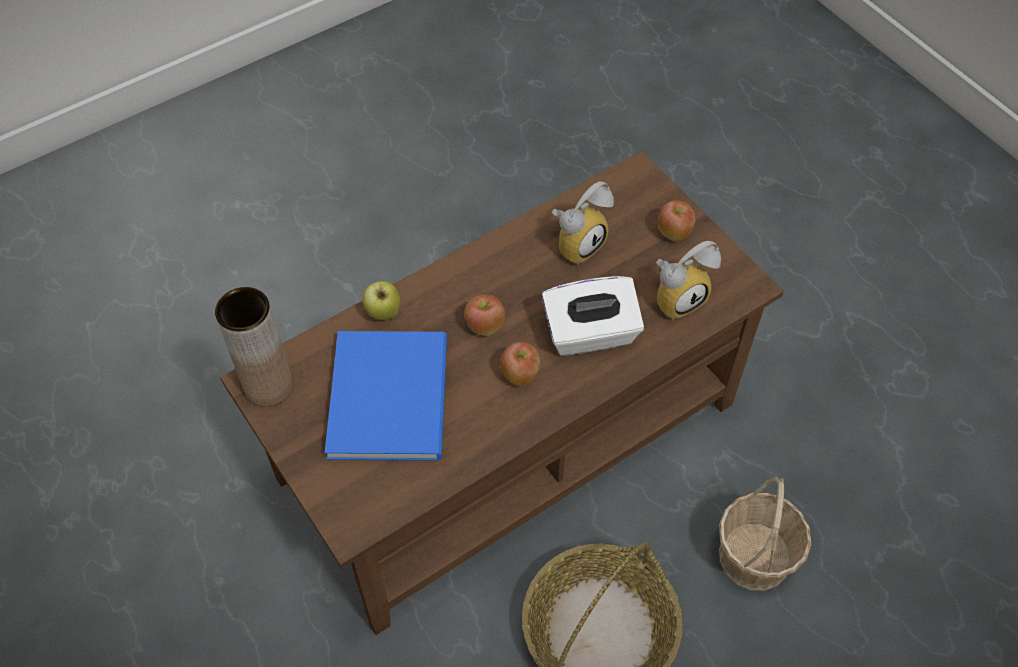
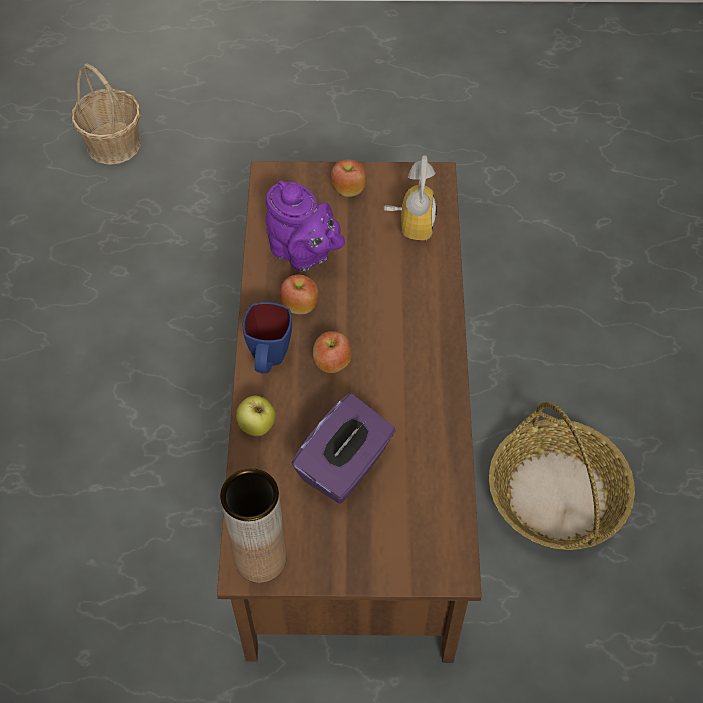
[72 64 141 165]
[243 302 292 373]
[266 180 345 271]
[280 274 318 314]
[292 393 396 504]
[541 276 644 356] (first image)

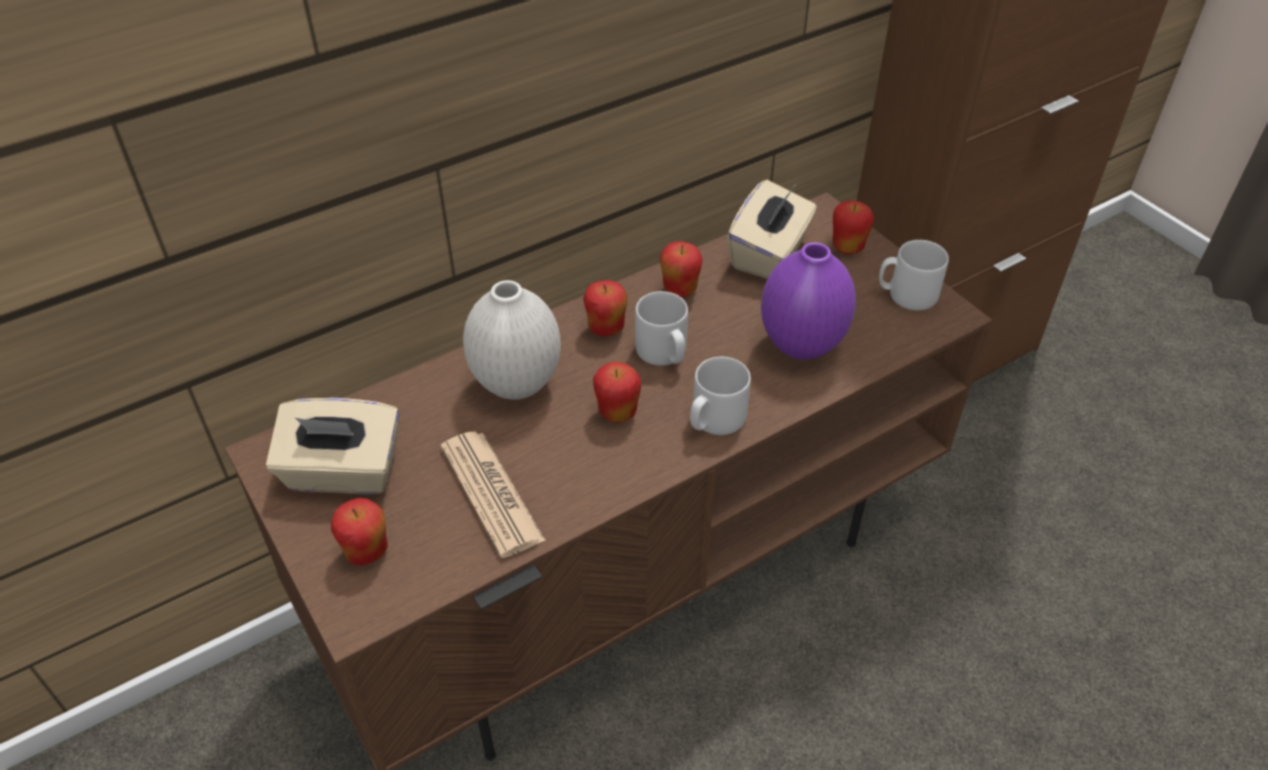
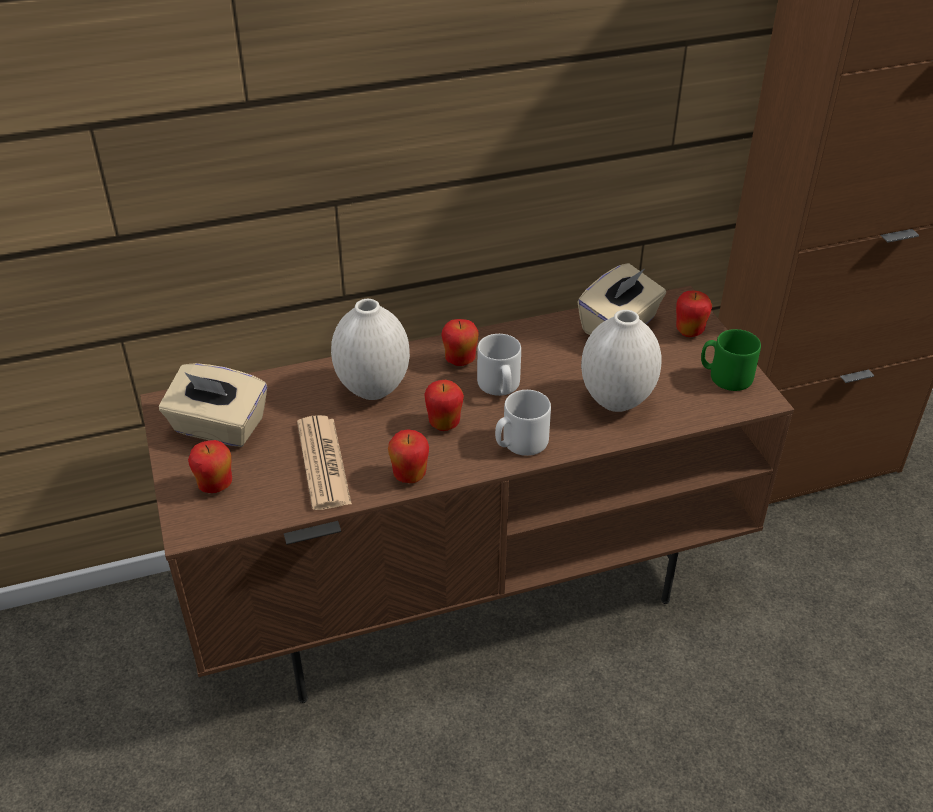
[388 429 429 483]
[581 310 661 412]
[701 329 761 391]

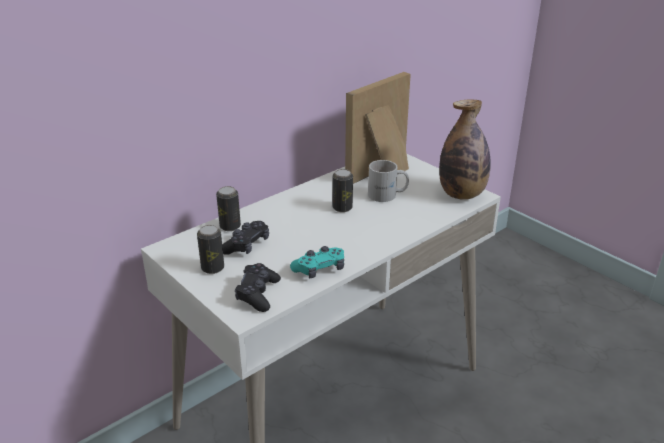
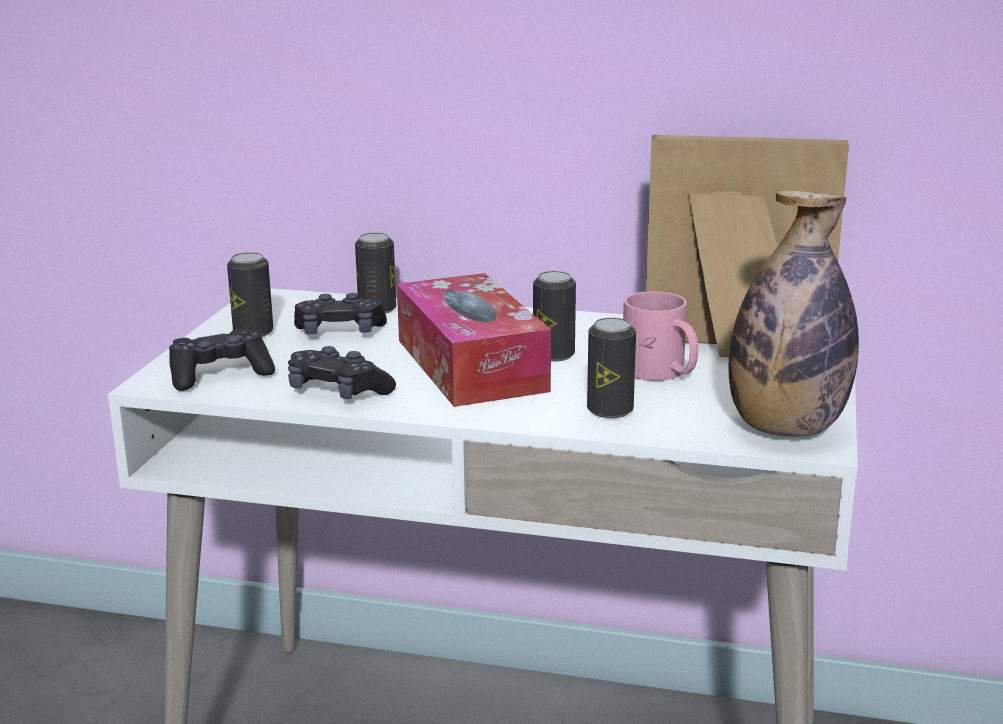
[288 346 396 399]
[397 273 551 407]
[587 317 636 418]
[623 291 699 381]

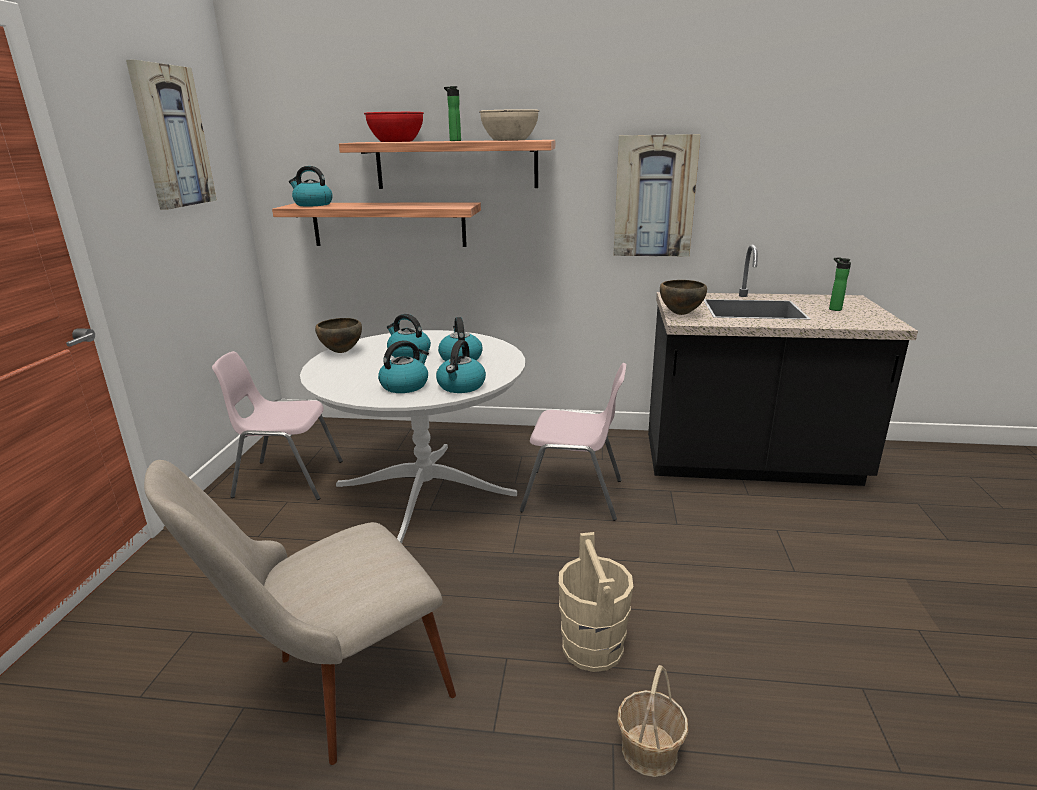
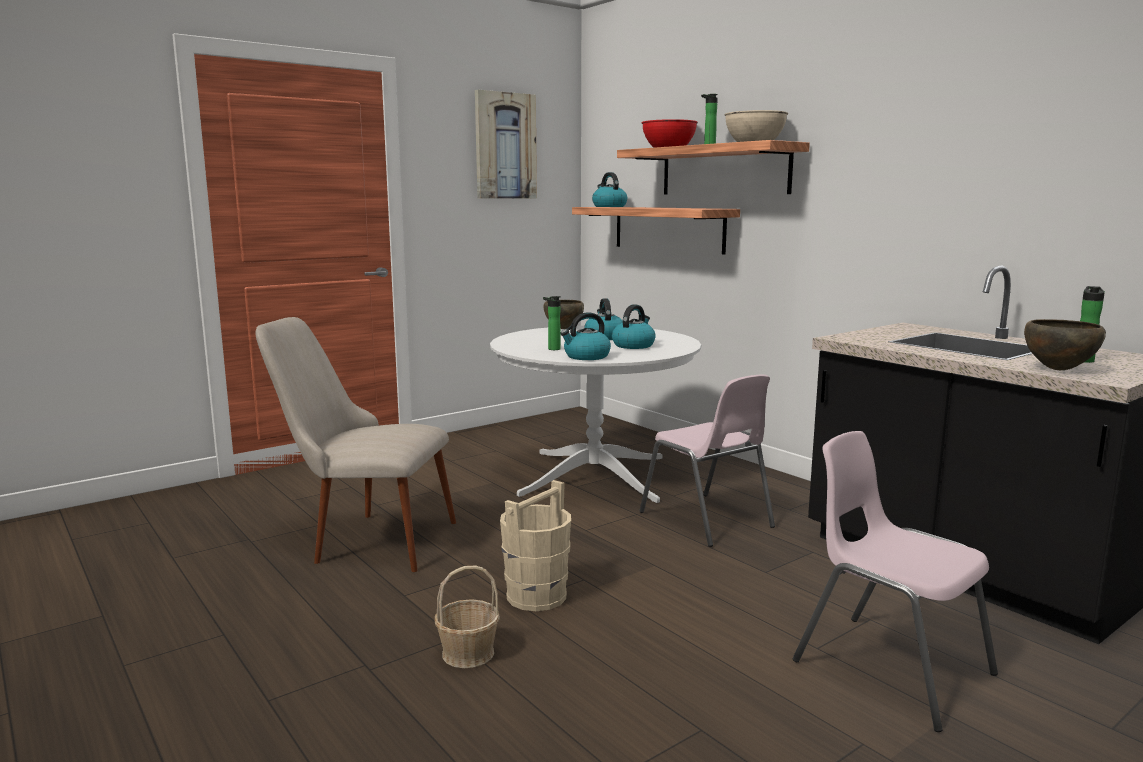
[543 296 561 350]
[793 431 998 732]
[1024 319 1106 370]
[614 134 701 256] (first image)

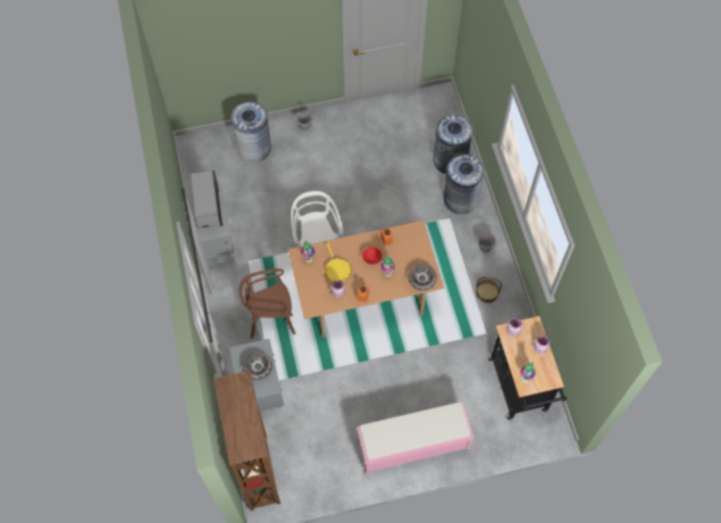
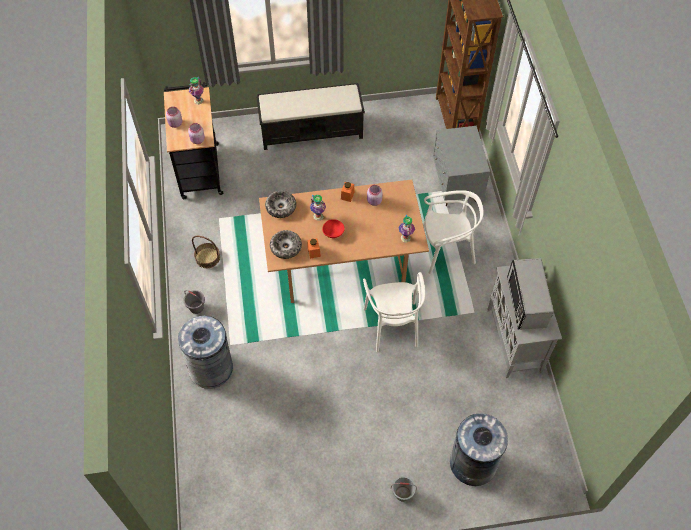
[256 83 365 150]
[270 230 302 259]
[423 190 484 274]
[325 243 352 282] (first image)
[433 114 473 174] (first image)

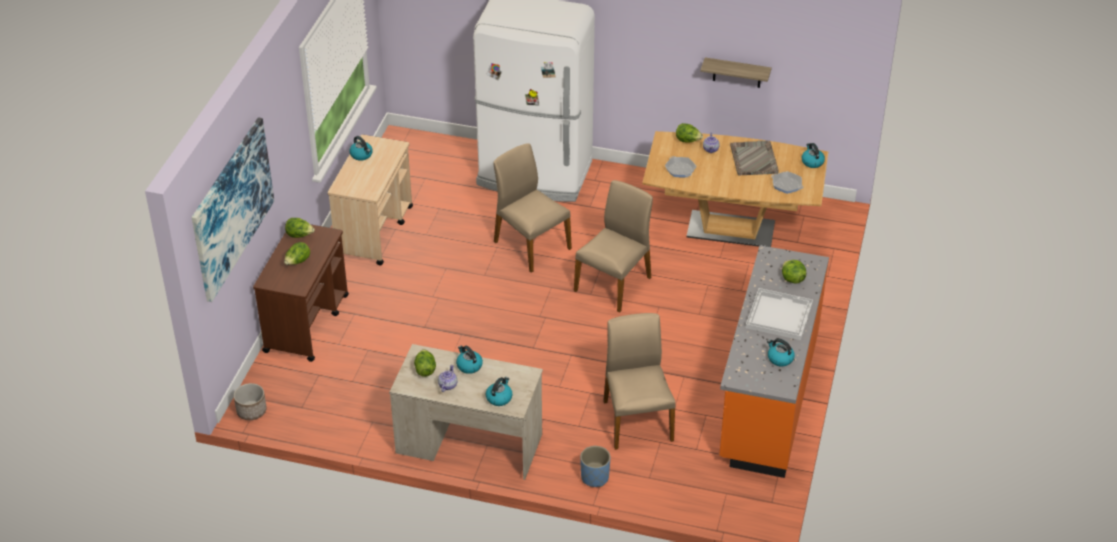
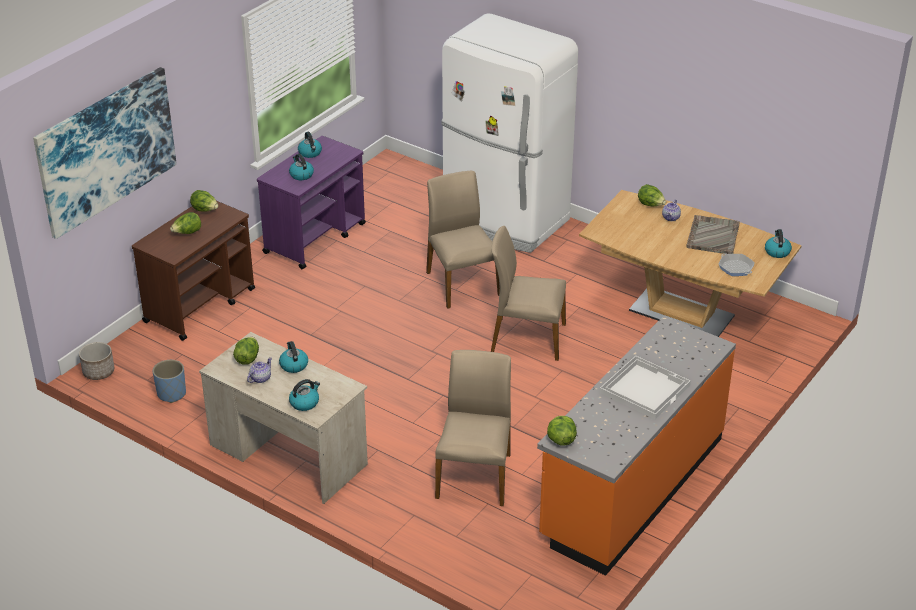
[153 360 186 403]
[257 136 366 269]
[289 154 314 180]
[491 226 566 361]
[547 416 577 446]
[665 156 697 177] (first image)
[700 57 772 88] (first image)

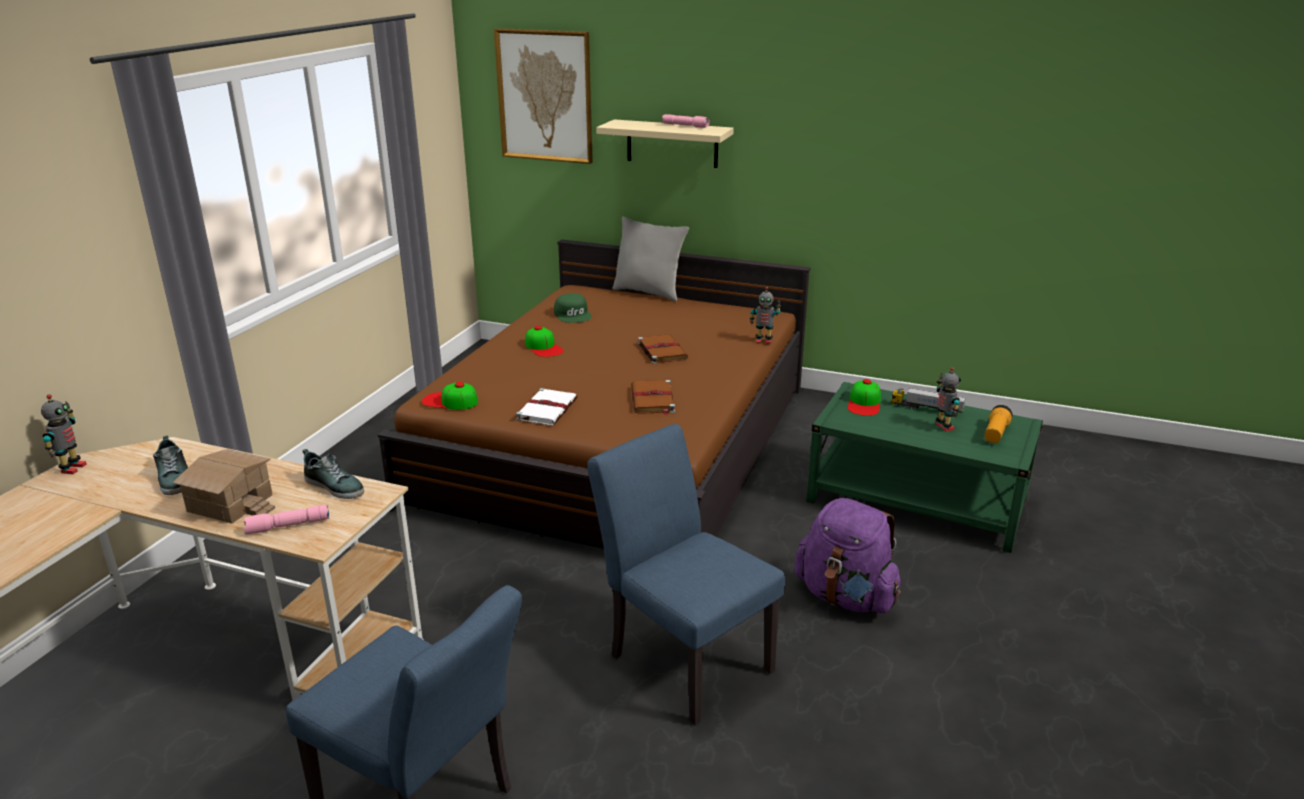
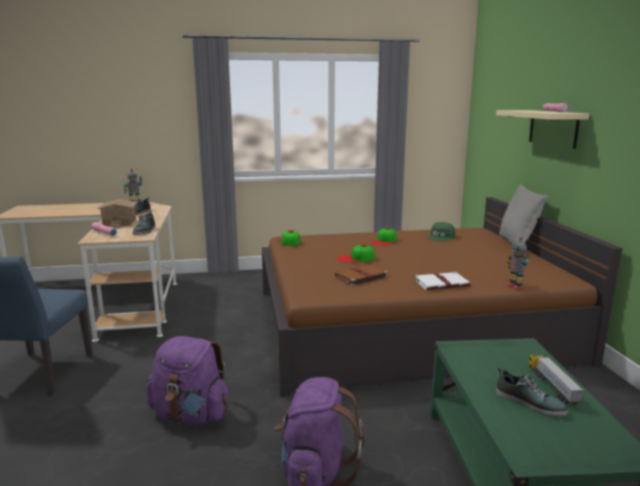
[146 336 229 425]
[337 244 375 263]
[414 272 470 290]
[496 367 569 417]
[494 28 593 164] (first image)
[638 334 688 364] (first image)
[984 405 1013 443] (first image)

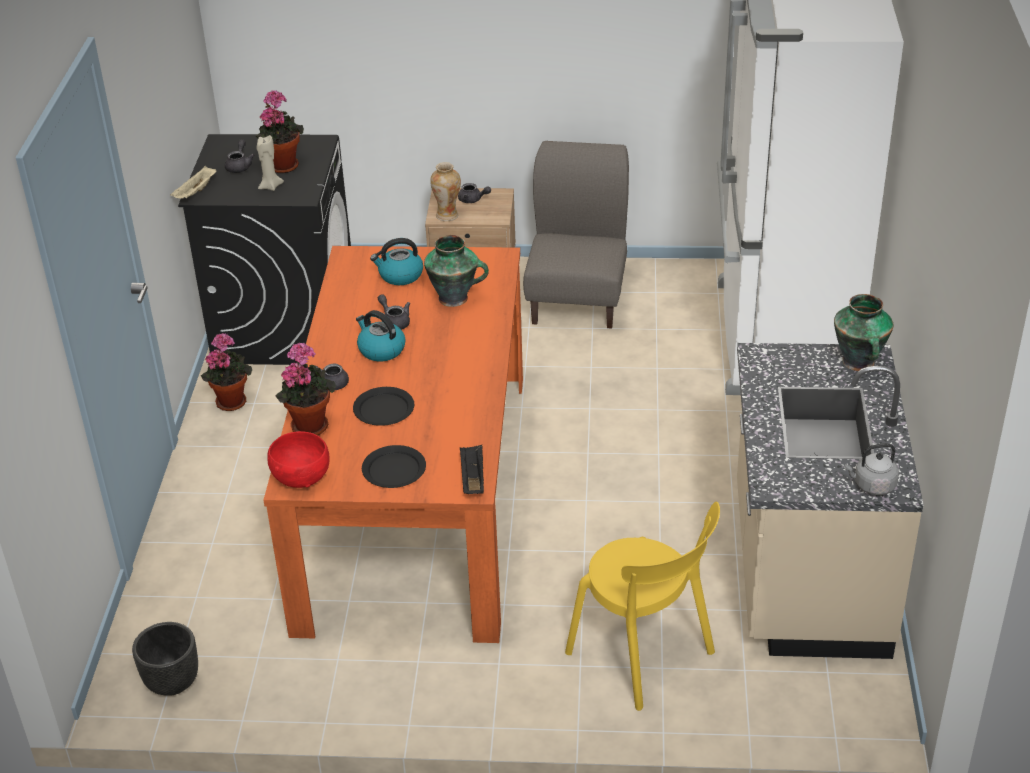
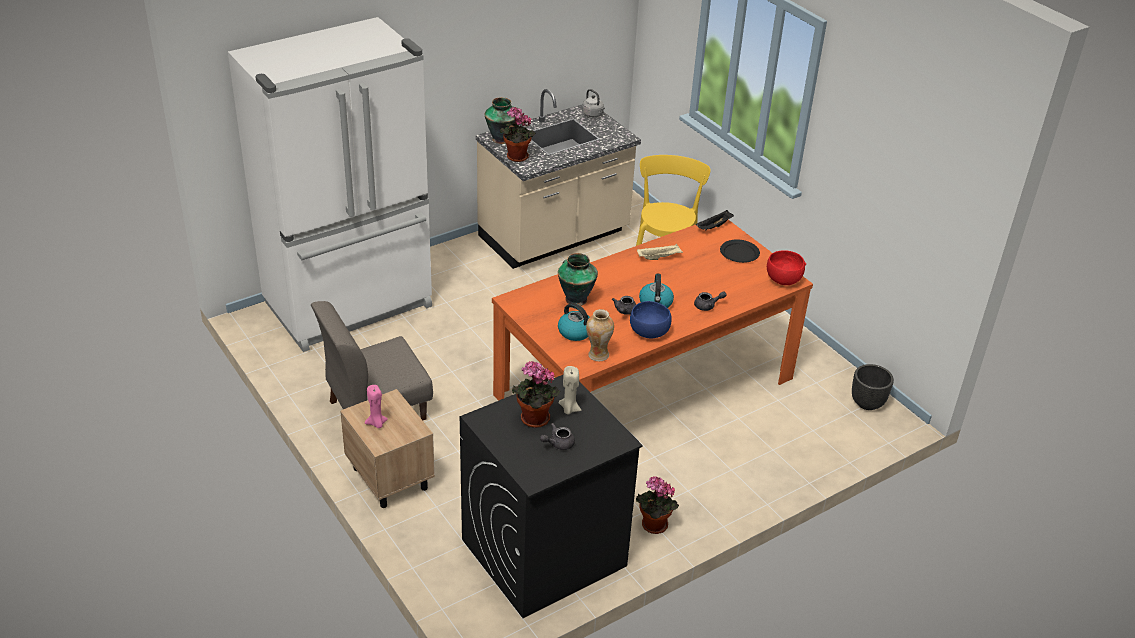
[365 385 388 428]
[500 107 536 162]
[586 309 614 361]
[630 301 672 338]
[637 244 683 260]
[353 387 414 426] (first image)

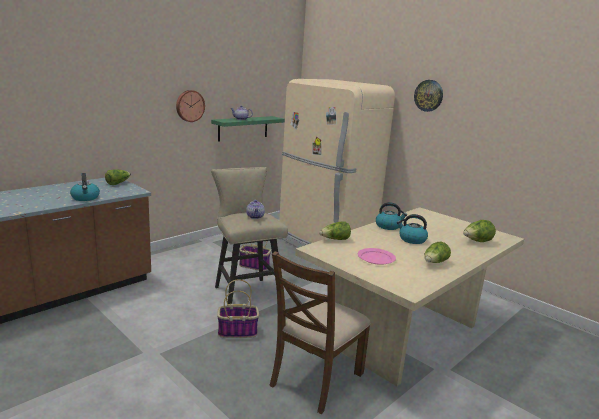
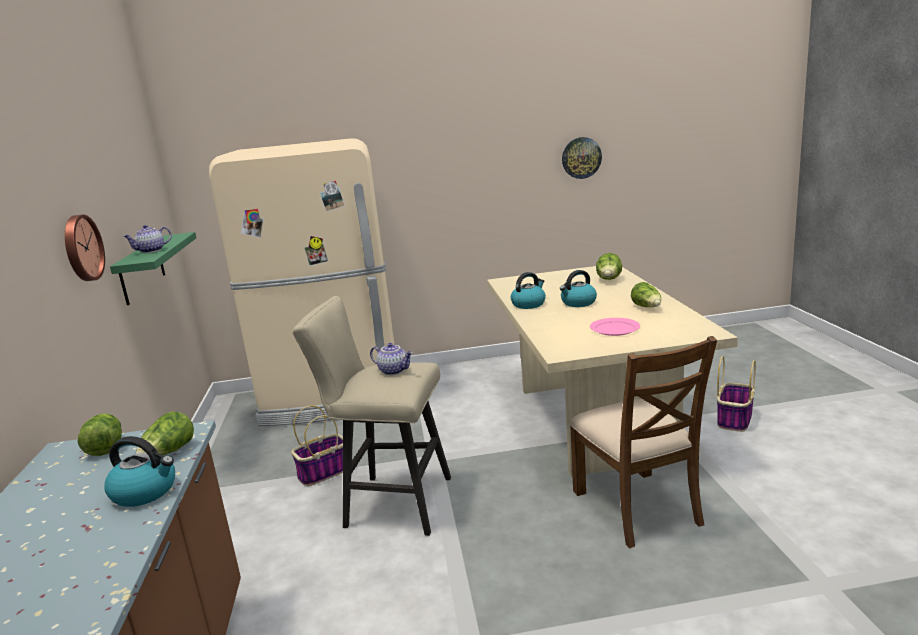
[136 412 194 455]
[562 137 602 179]
[717 356 756 432]

